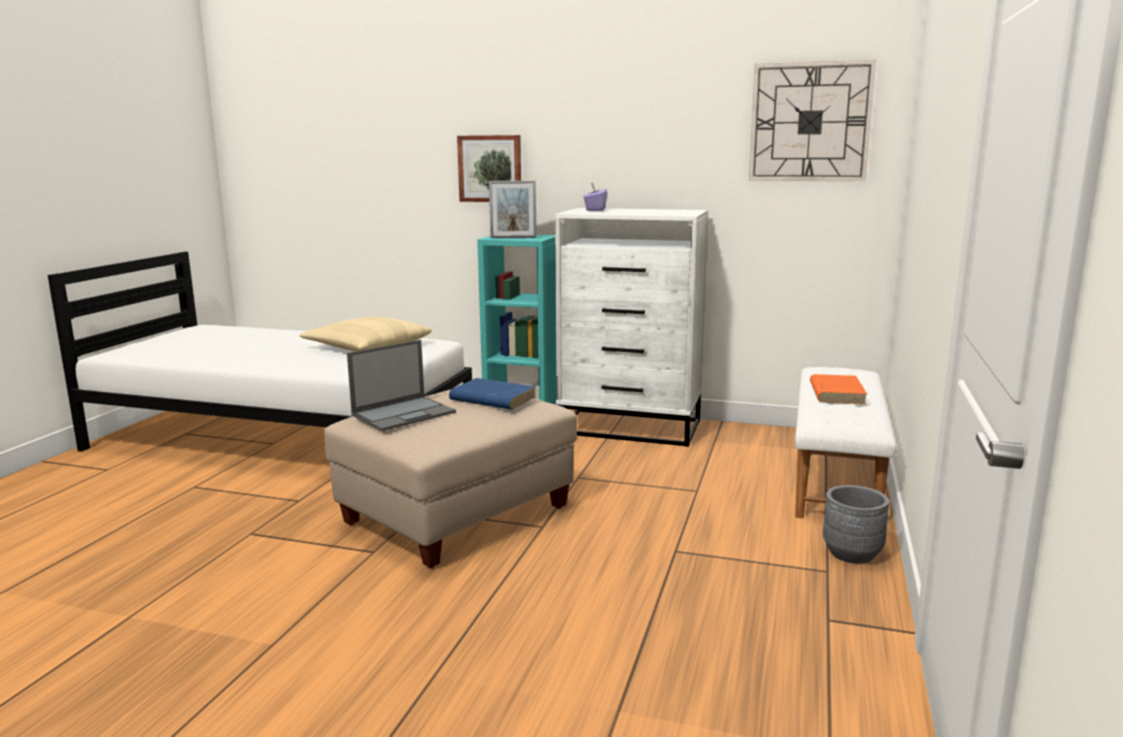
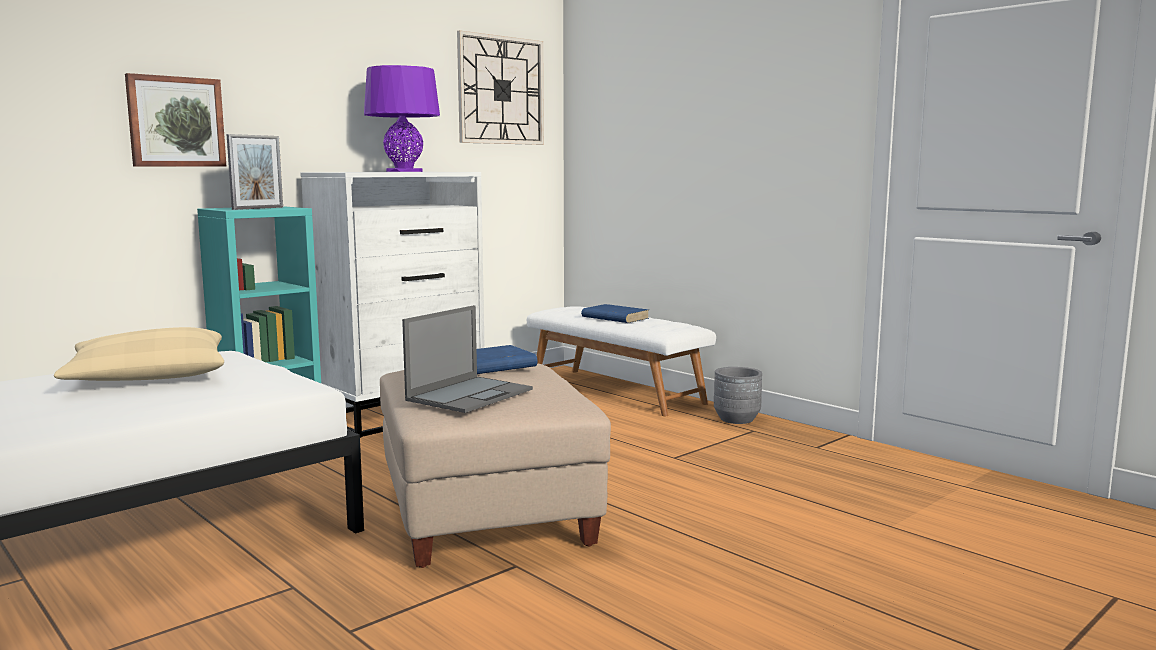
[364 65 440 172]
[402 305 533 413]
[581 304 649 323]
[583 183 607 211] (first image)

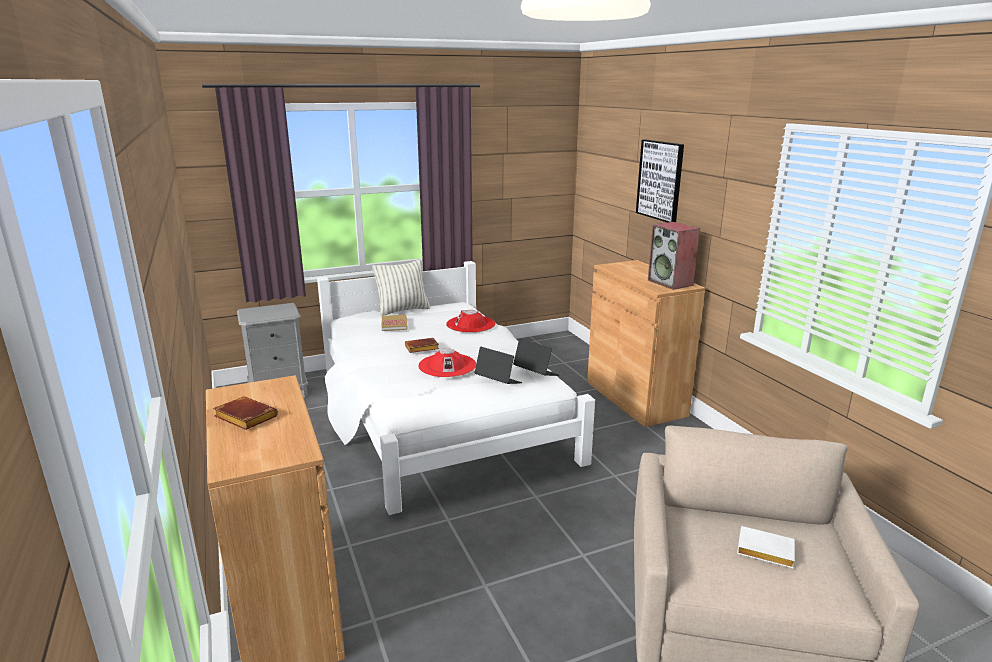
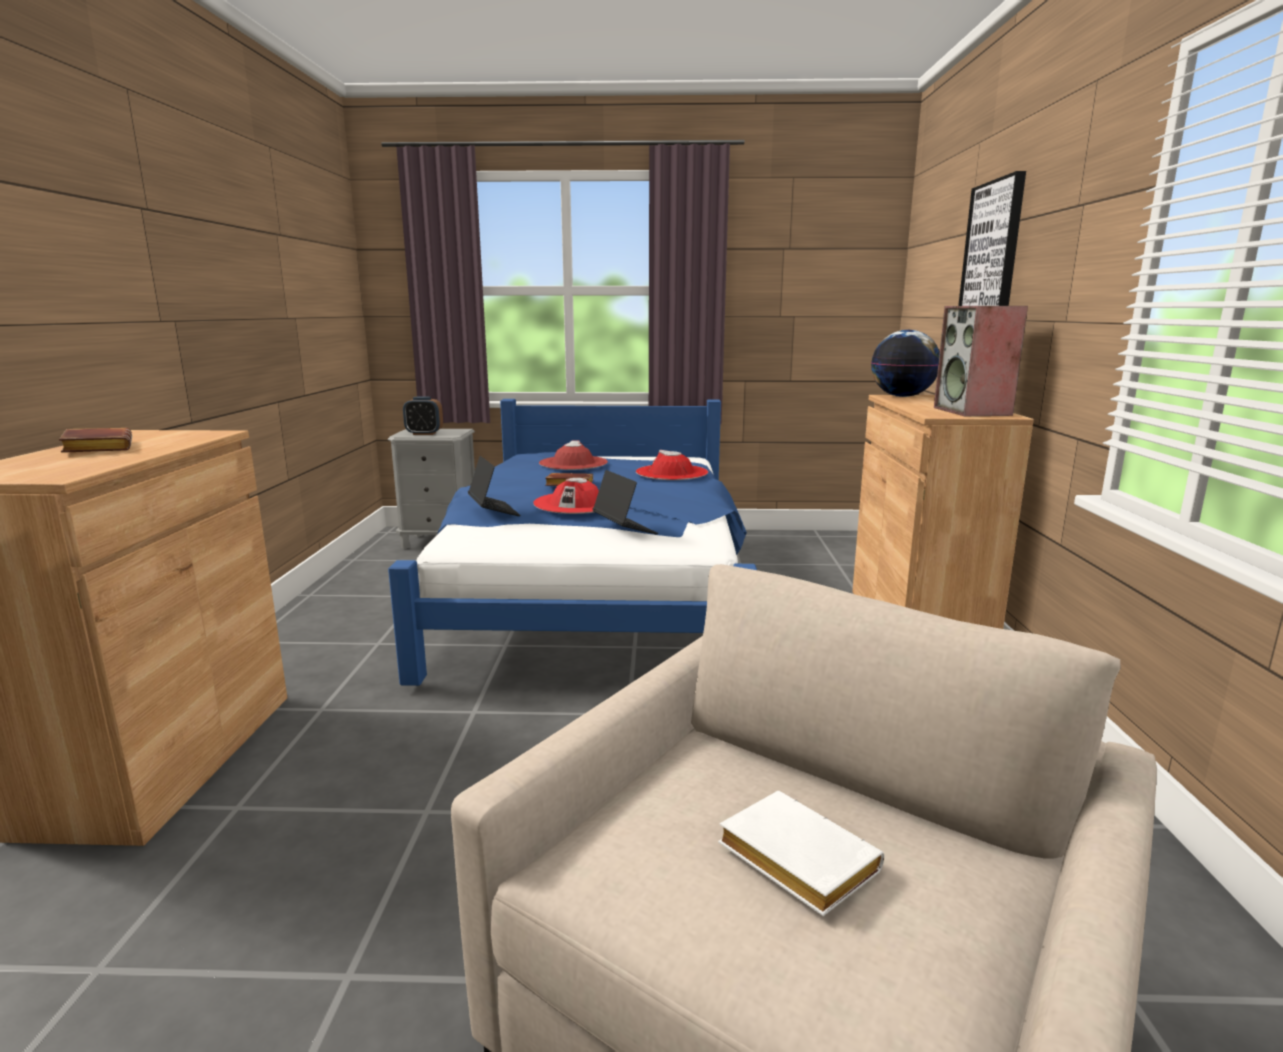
[388 399 757 686]
[403 397 443 435]
[468 456 520 516]
[539 440 608 470]
[871 330 940 397]
[372 259 430 316] (first image)

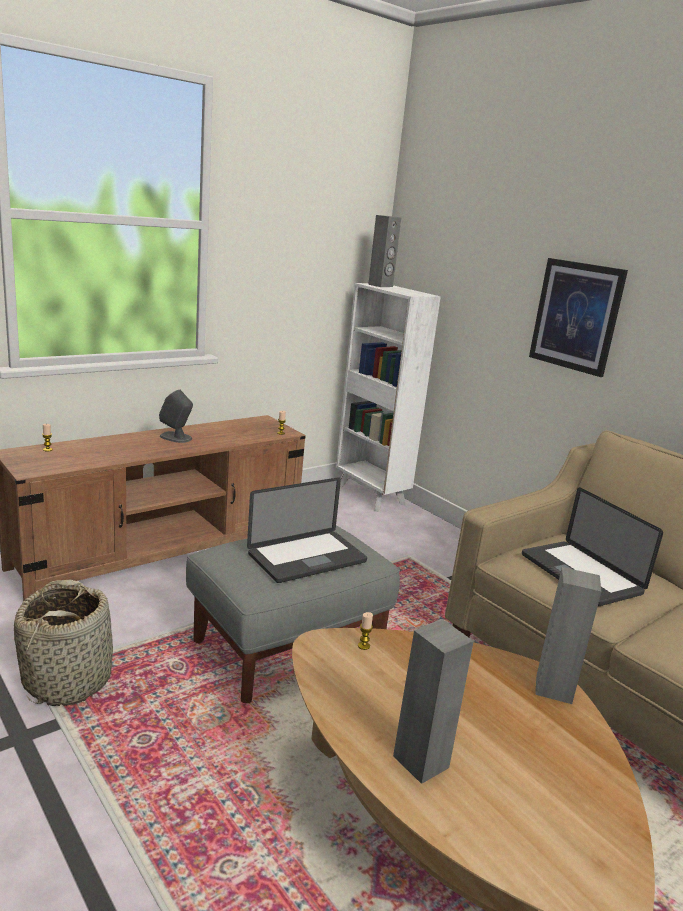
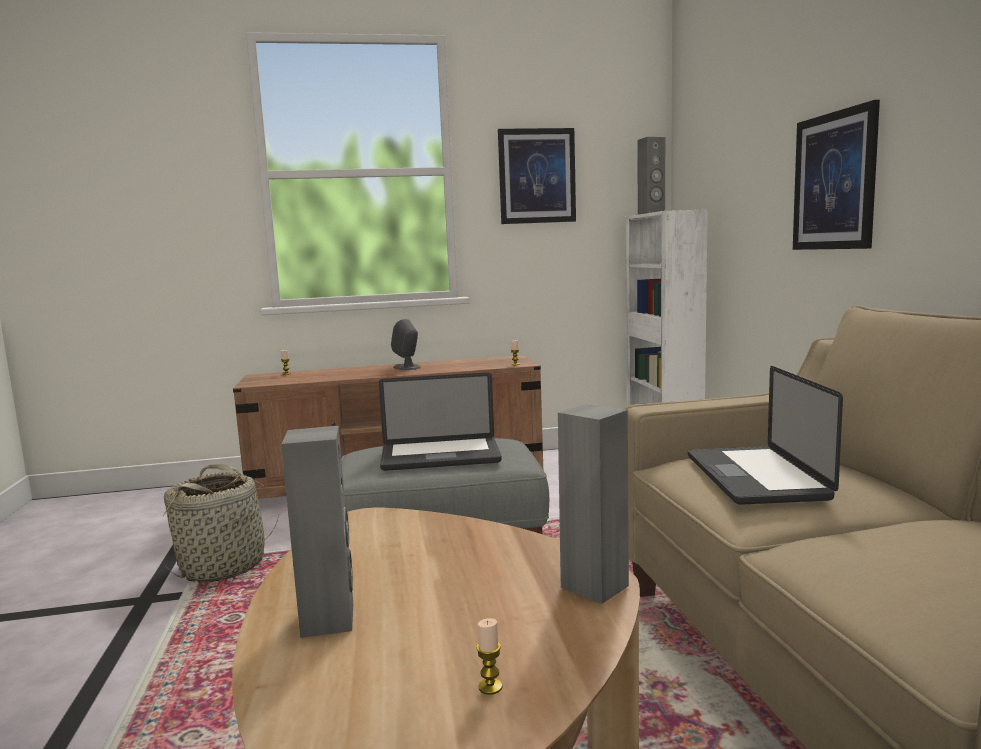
[476 618 502 695]
[498 128 576 224]

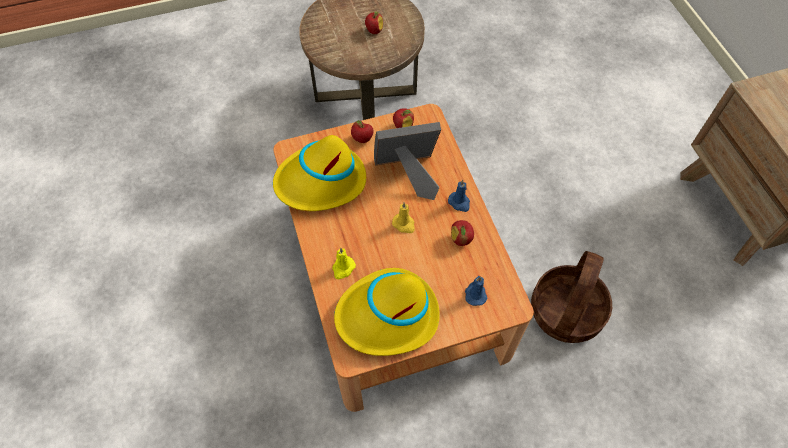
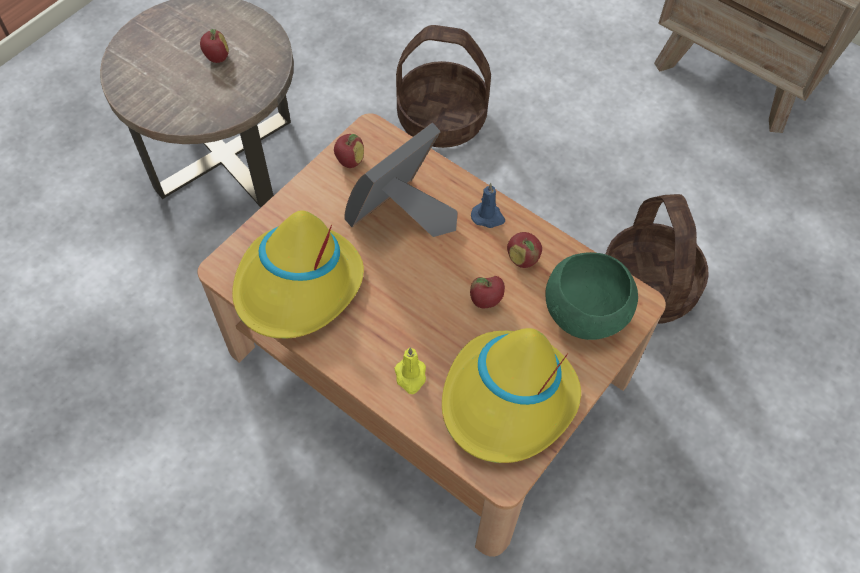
[396 25 491 148]
[470 276 505 308]
[545 252 638 340]
[392 202 414 233] (first image)

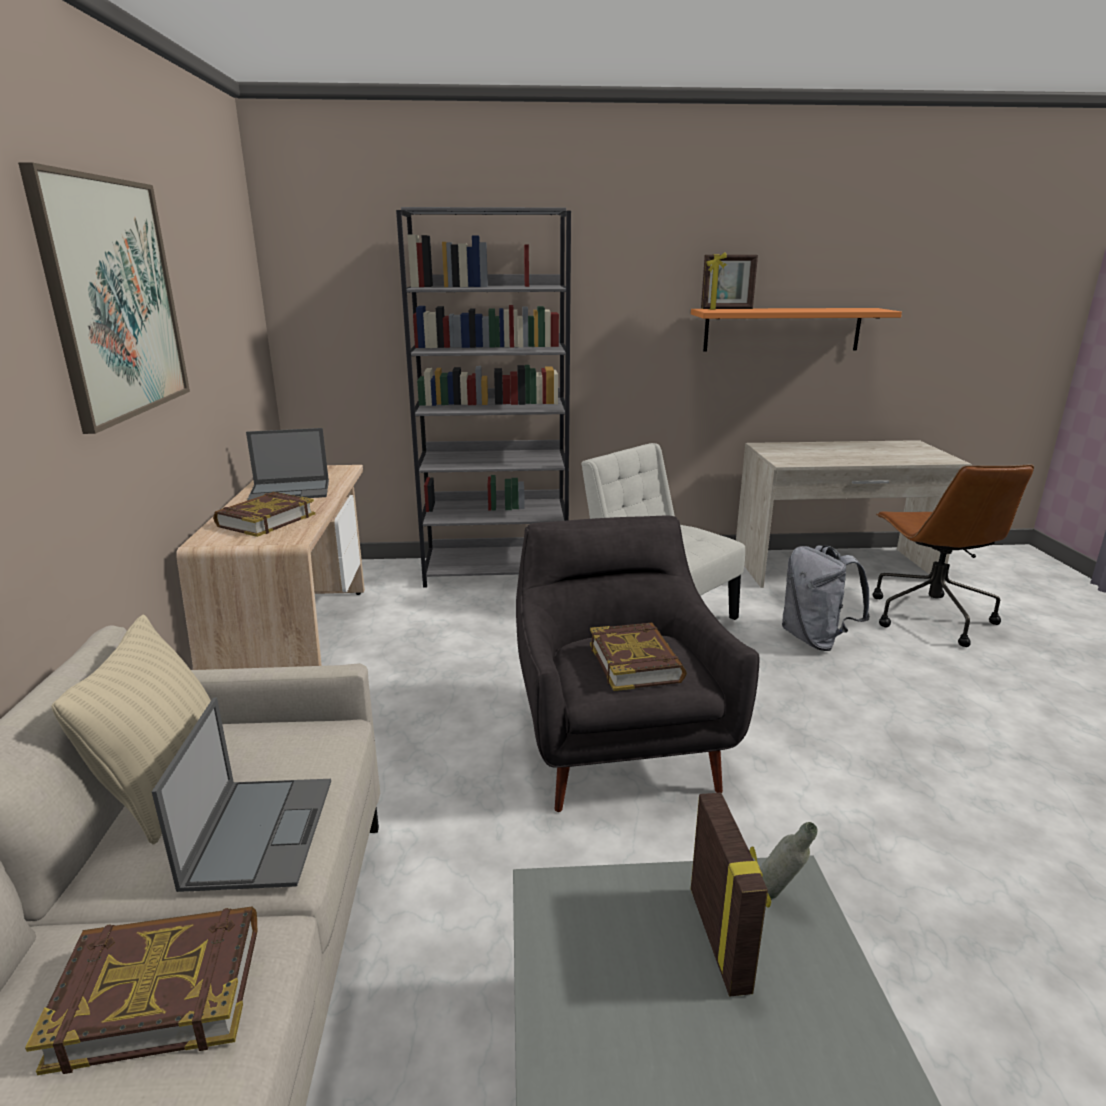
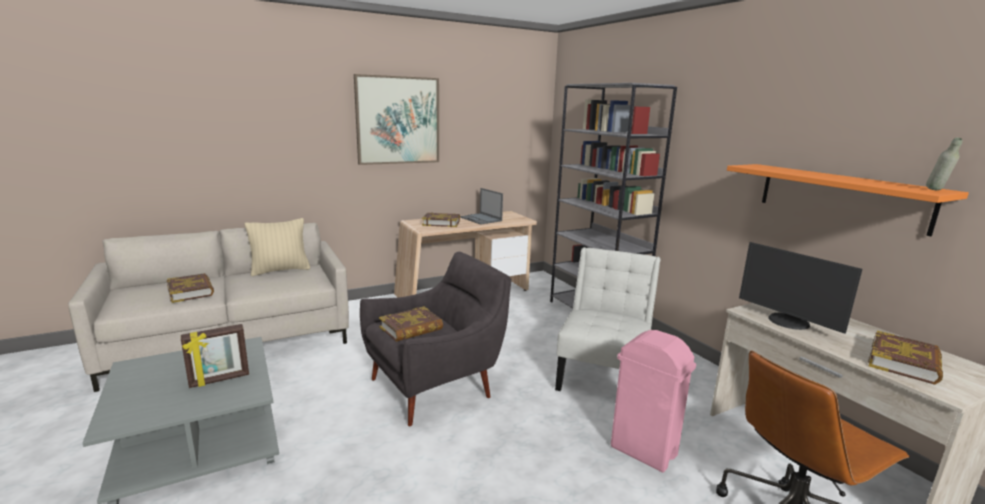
[611 330 696 472]
[739 242 863 334]
[868 331 943 385]
[926 138 963 190]
[152 697 331 892] (first image)
[701 252 758 310] (first image)

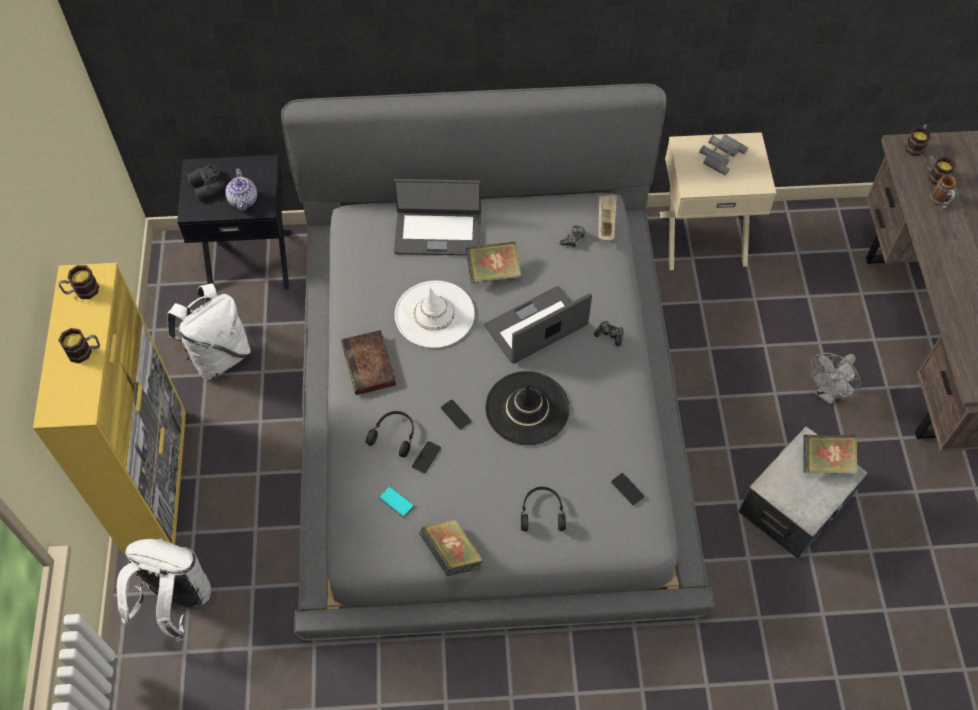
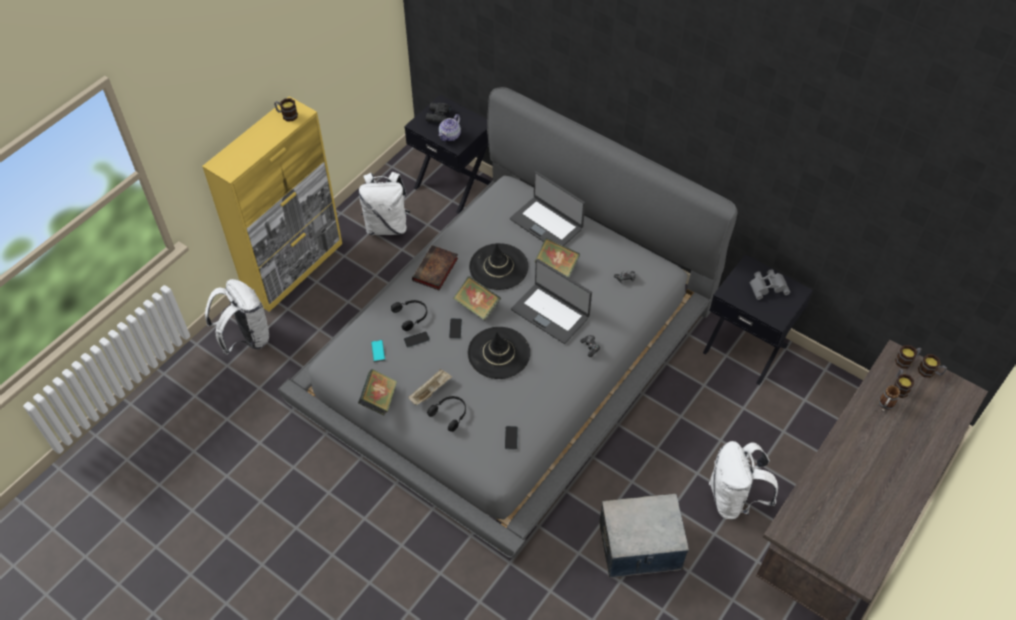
[409 369 452 406]
[453 276 501 321]
[469 243 528 290]
[511 259 592 344]
[703 254 813 385]
[709 441 778 520]
[918 354 947 378]

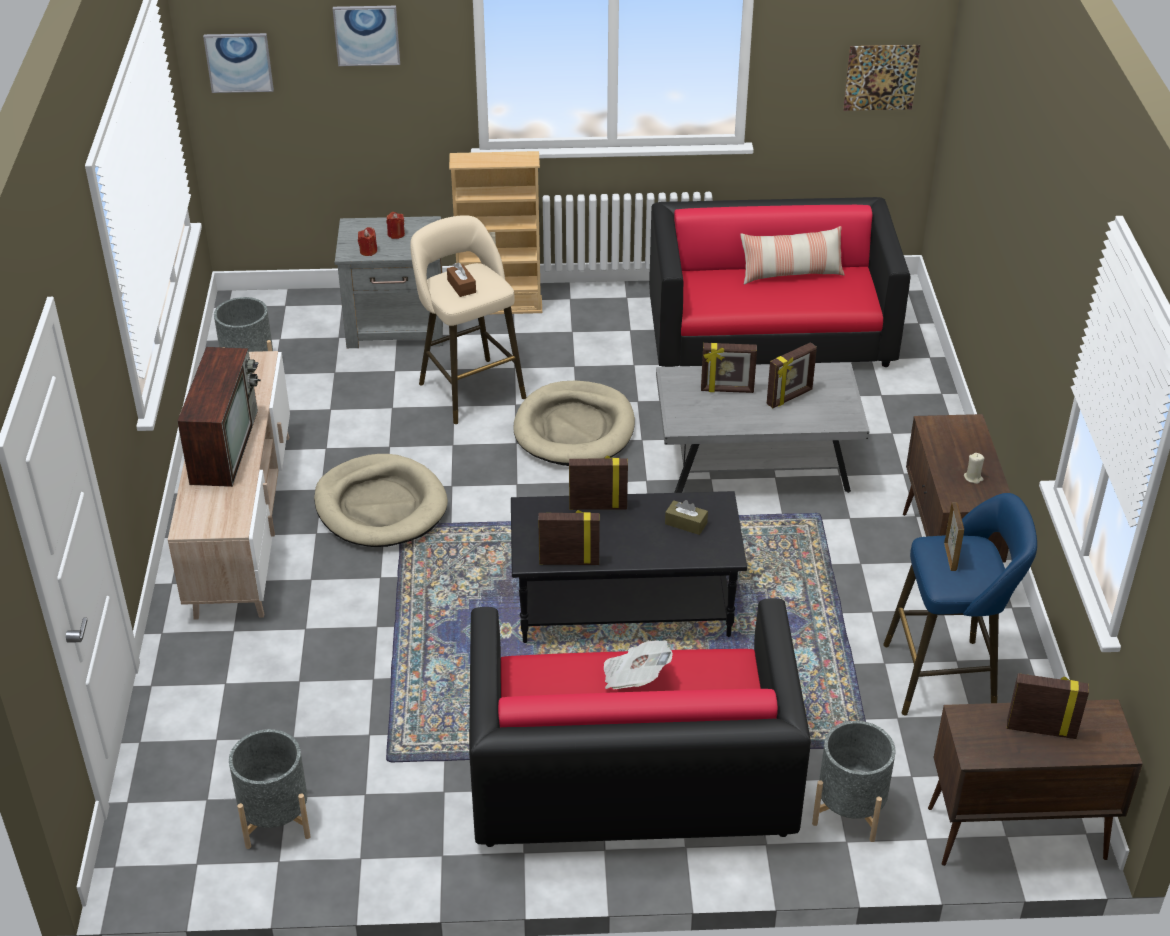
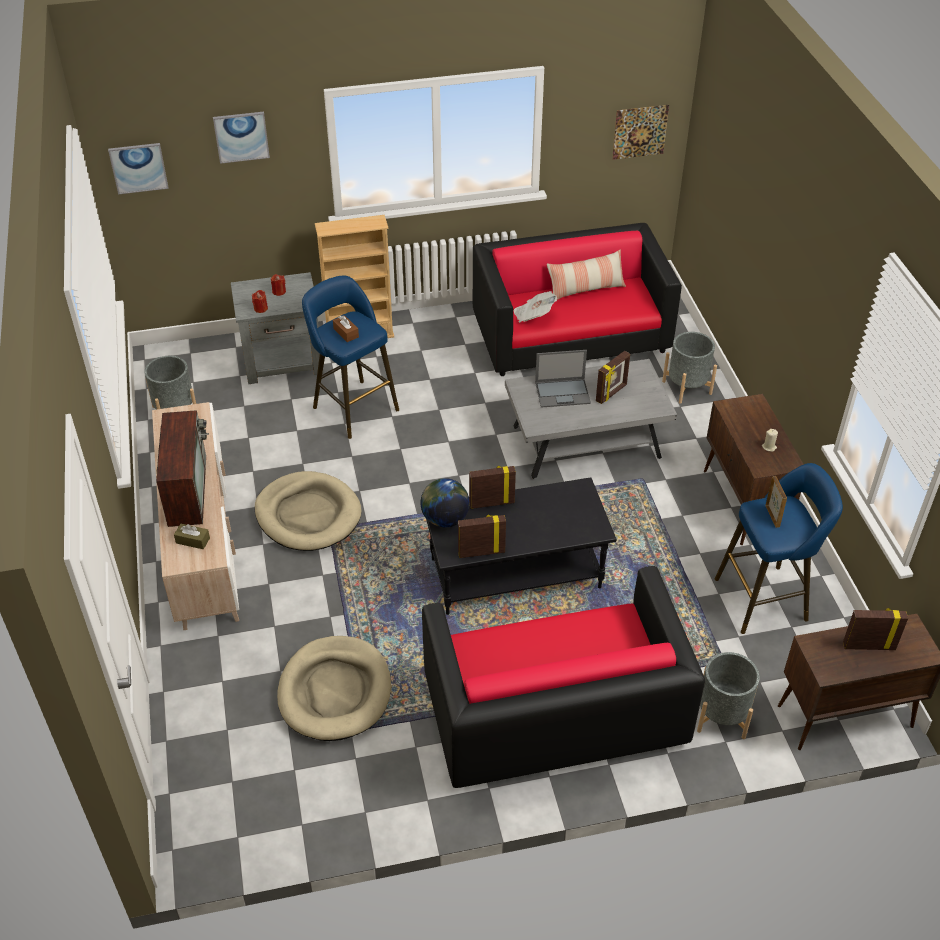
[174 524 210 549]
[277 636 391 741]
[302 276 399 439]
[420 478 469 527]
[514 291 557 323]
[535 350 591 408]
[662 332 717 404]

